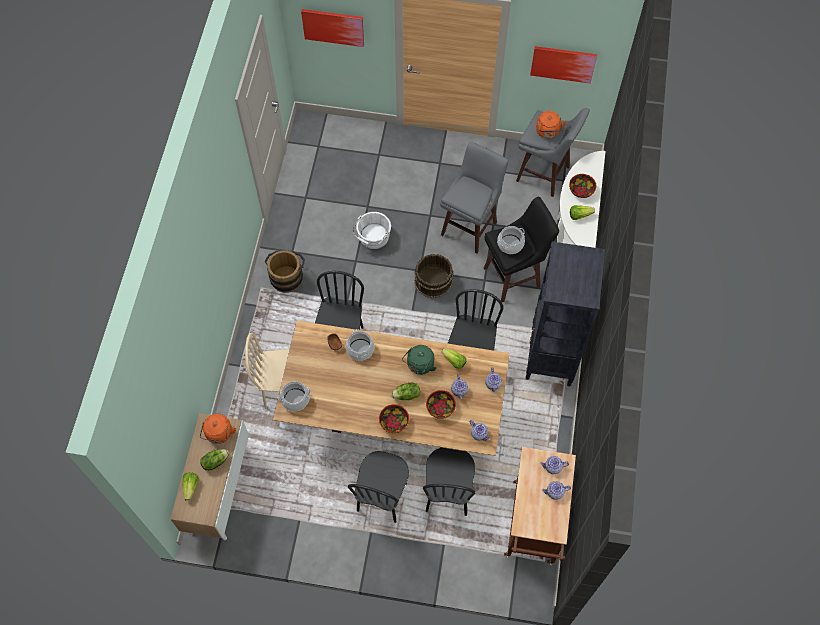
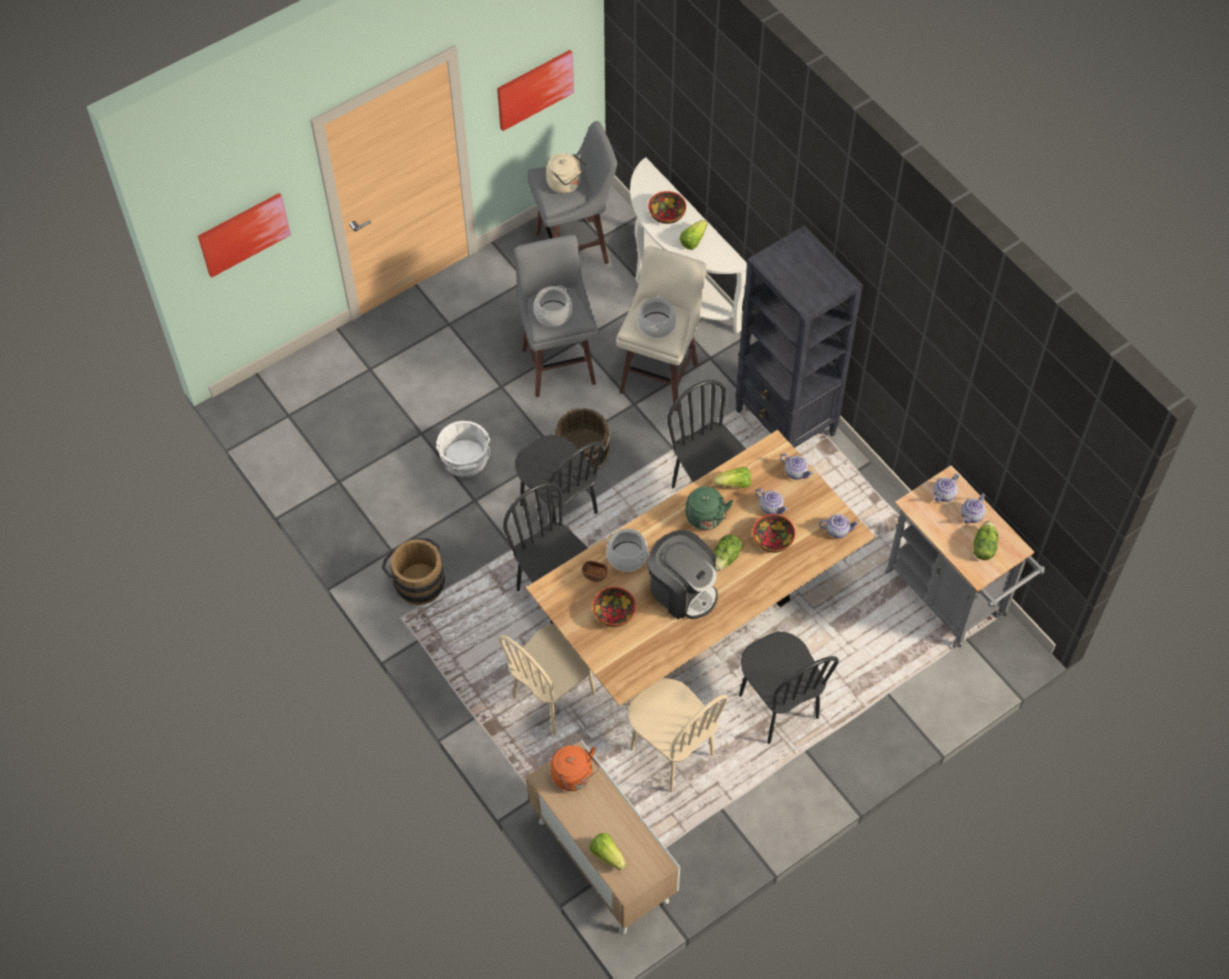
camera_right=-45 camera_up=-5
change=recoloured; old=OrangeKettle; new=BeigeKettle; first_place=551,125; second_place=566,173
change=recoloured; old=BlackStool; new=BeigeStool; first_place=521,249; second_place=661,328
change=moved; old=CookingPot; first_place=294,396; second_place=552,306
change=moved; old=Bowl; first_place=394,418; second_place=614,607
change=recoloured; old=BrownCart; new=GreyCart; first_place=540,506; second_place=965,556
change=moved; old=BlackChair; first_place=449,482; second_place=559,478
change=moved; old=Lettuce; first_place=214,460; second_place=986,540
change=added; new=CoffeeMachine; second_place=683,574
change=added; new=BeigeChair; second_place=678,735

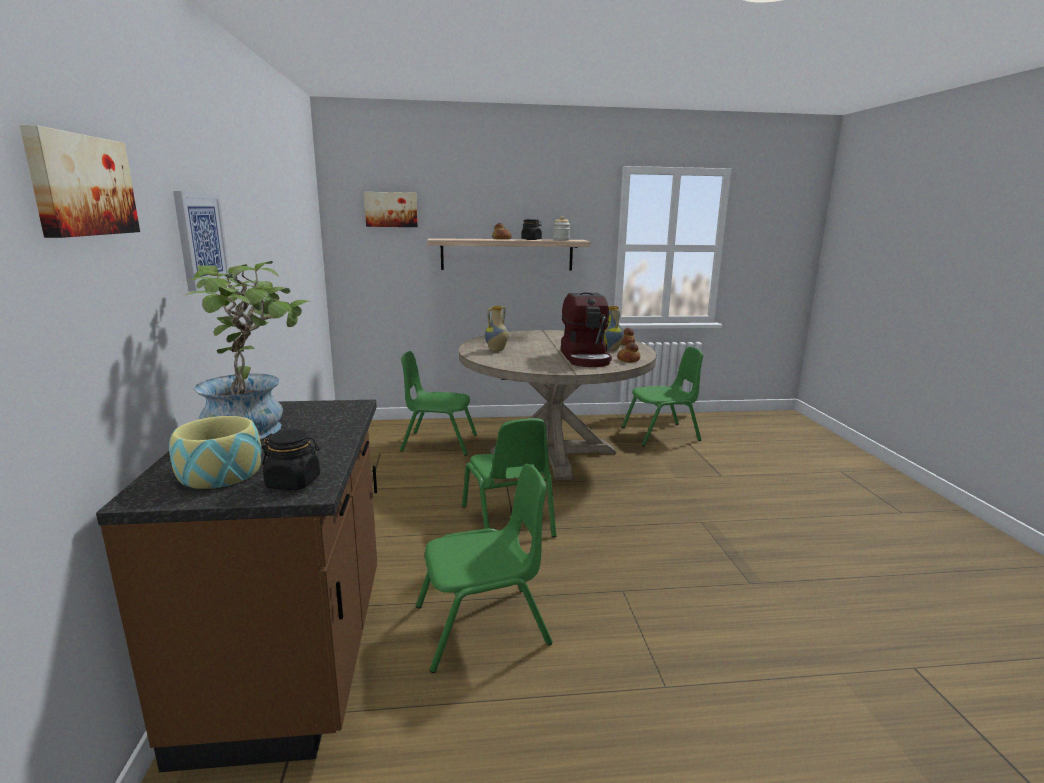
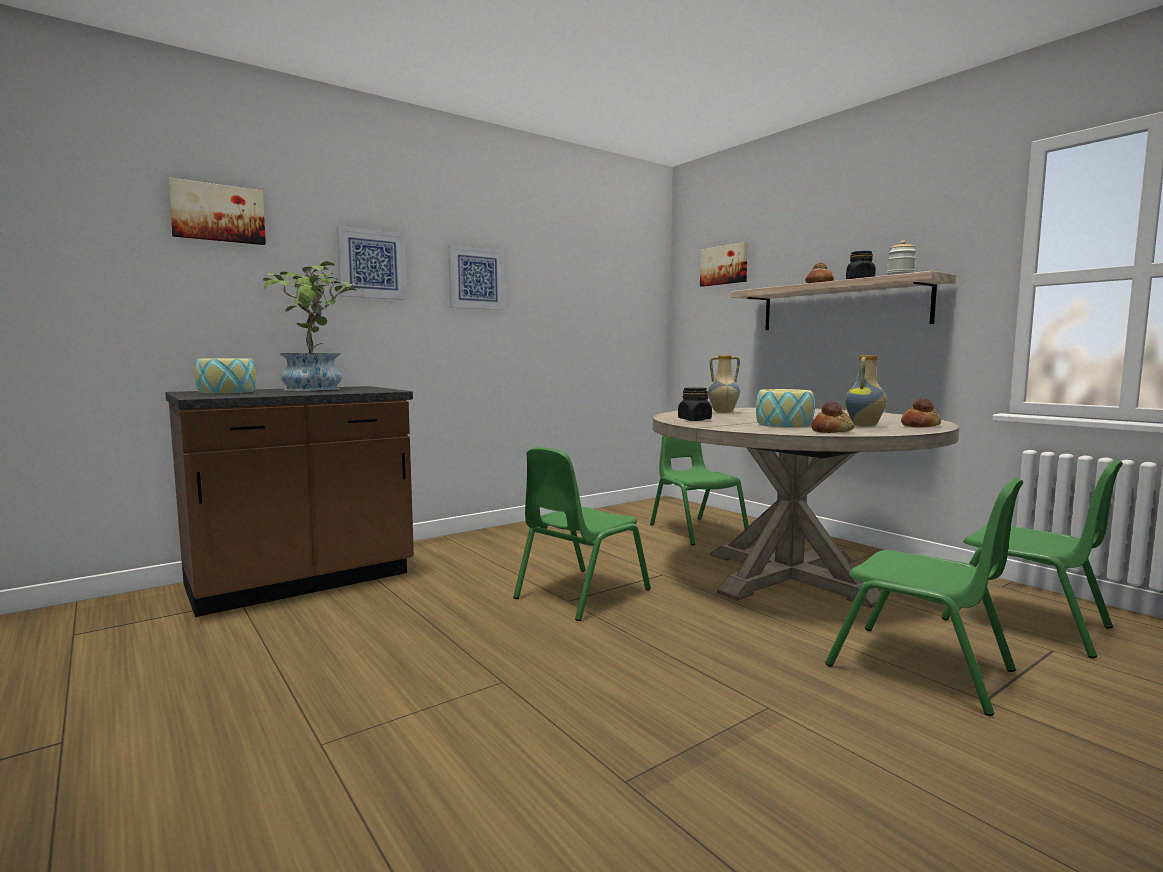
camera_right=60 camera_up=-10
change=replaced; old=CoffeeMachine; new=Bowl; first_place=586,329; second_place=785,408
change=moved; old=BlackJar; first_place=291,460; second_place=695,404
change=moved; old=GreenChair; first_place=484,568; second_place=924,596
change=added; new=Picture; second_place=476,277

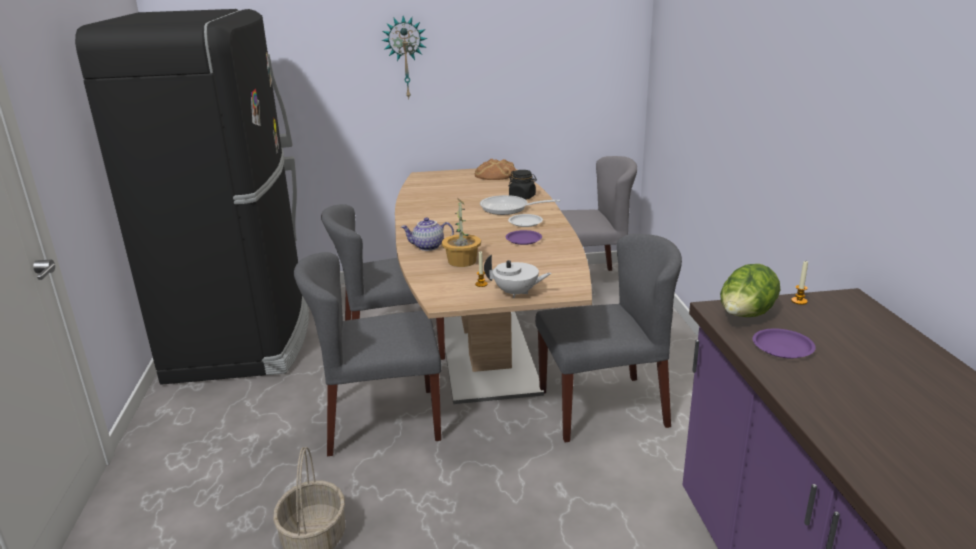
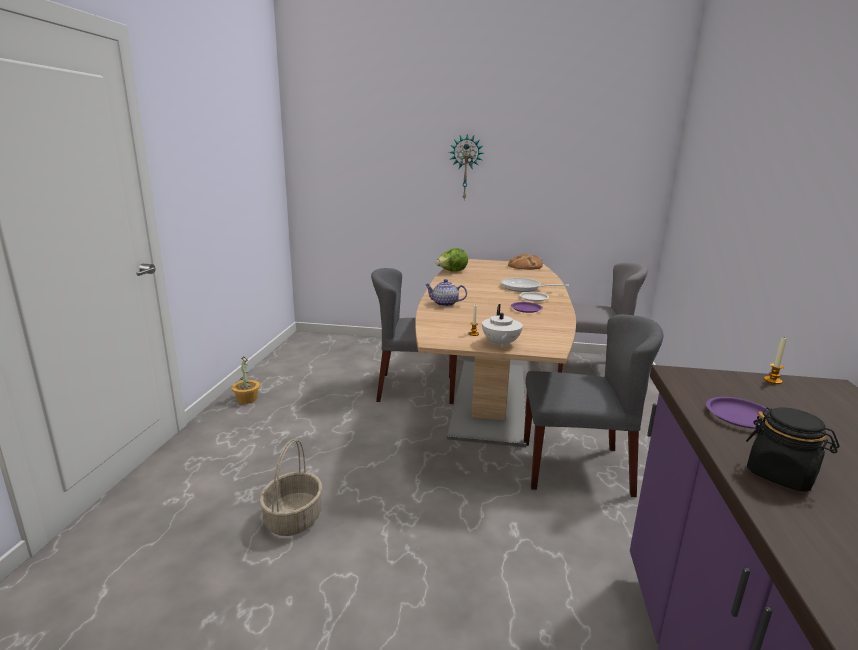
camera_right=15 camera_up=-5
change=removed; old=BlackFridge; first_place=192,197
change=moved; old=BlackJar; first_place=523,185; second_place=793,449
change=moved; old=PottedPlant; first_place=461,232; second_place=245,380
change=removed; old=GreyChair; first_place=368,354
change=turned; old=WhiteTeapot; first_place=518,276; second_place=502,326; degrees=60
change=moved; old=Lettuce; first_place=750,290; second_place=452,260

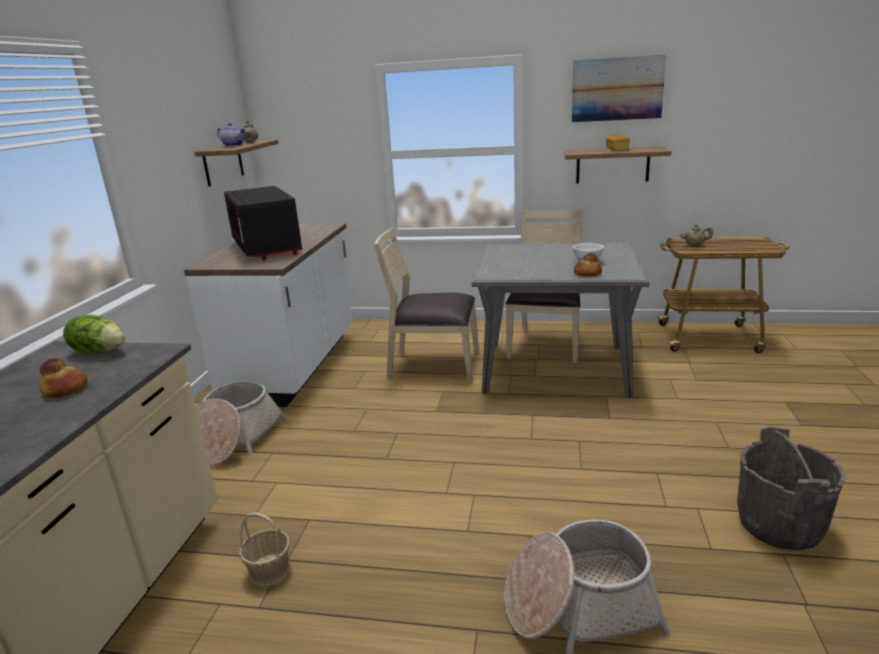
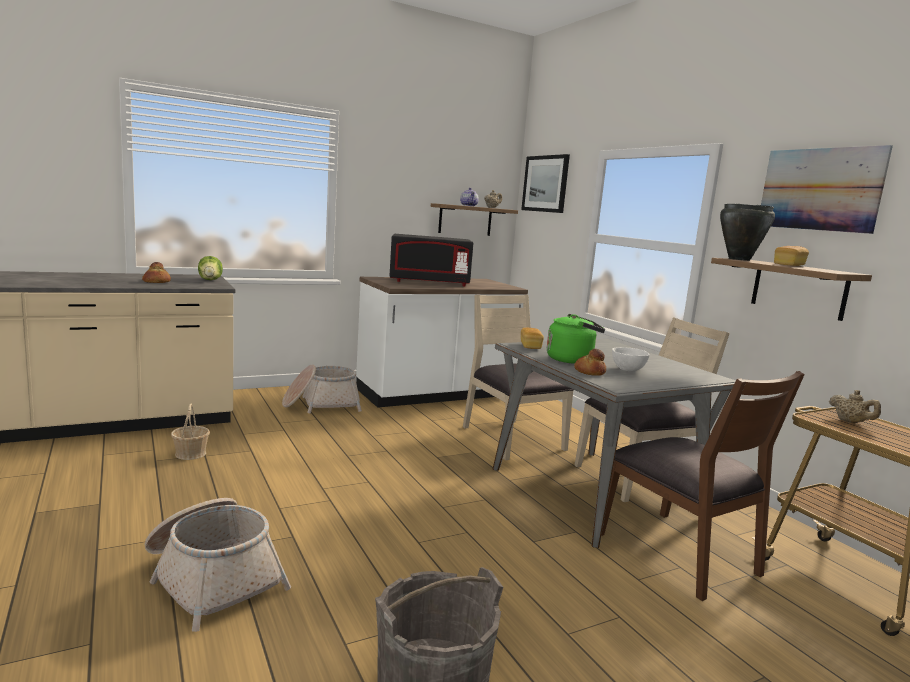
camera_right=50 camera_up=-10
change=turned; old=BlackMicrowave; first_place=263,223; second_place=431,260; degrees=-120
change=added; new=Picture; second_place=545,183
change=added; new=BlackCookingPot; second_place=747,232
change=added; new=GreenKettle; second_place=576,339
change=added; new=Bread; second_place=532,338
change=added; new=BrownChair; second_place=703,486

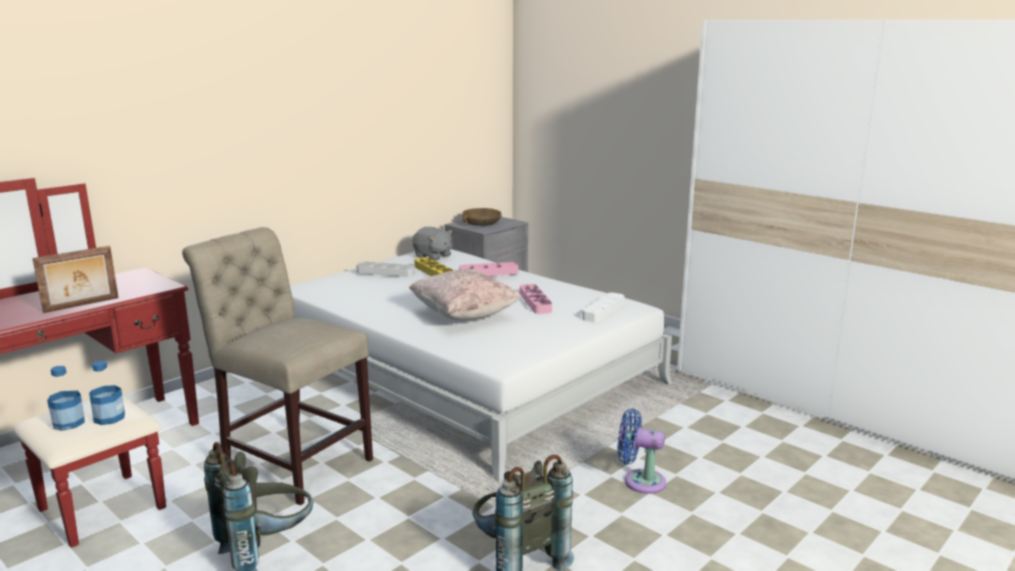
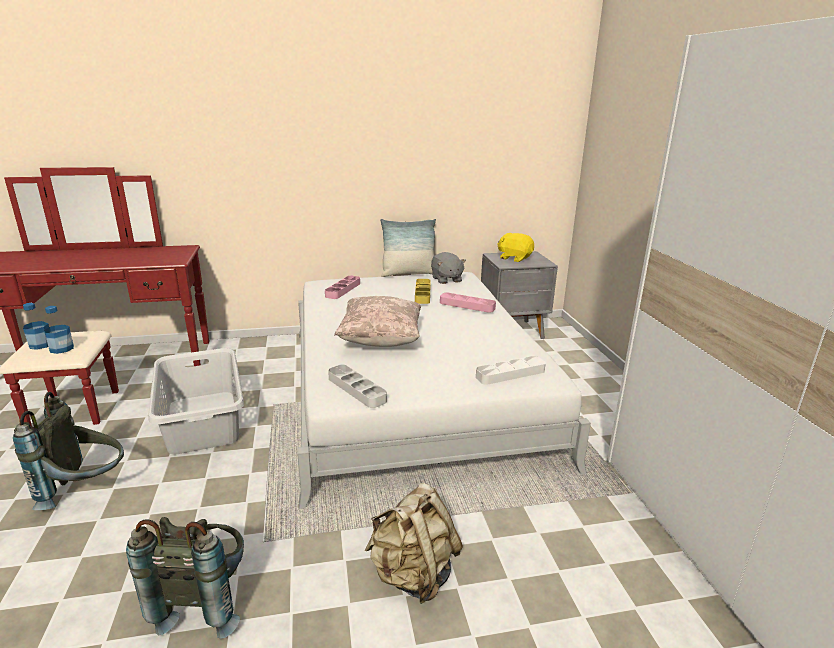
camera_right=35 camera_up=5
change=replaced; old=BrownBowl; new=YellowPlushToy; first_place=482,217; second_place=515,247
change=replaced; old=BeigeChair; new=GreyLaundryBasket; first_place=277,366; second_place=196,401
change=removed; old=PictureFrame; first_place=75,279
change=moved; old=GreyTray; first_place=385,269; second_place=357,386
change=moved; old=PinkTray; first_place=536,299; second_place=342,287
change=replaced; old=BlueFan; new=BeigeBackpack; first_place=641,451; second_place=414,543
change=added; new=Pillow; second_place=408,248

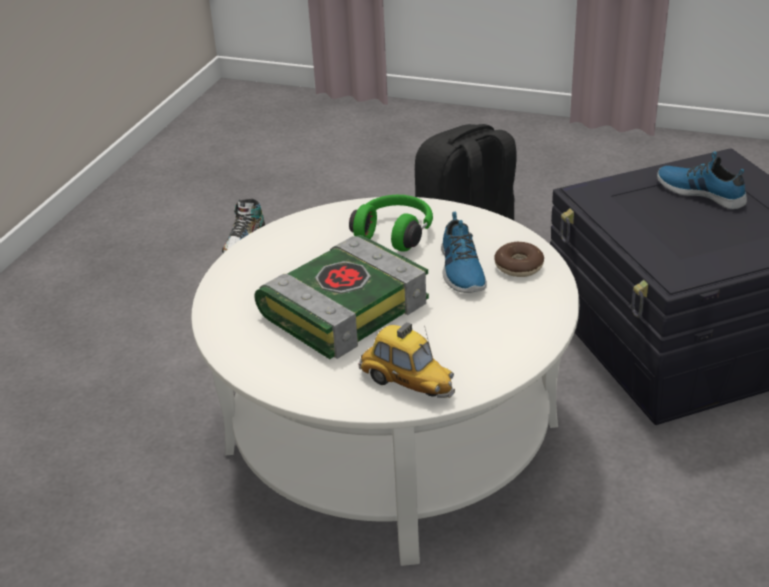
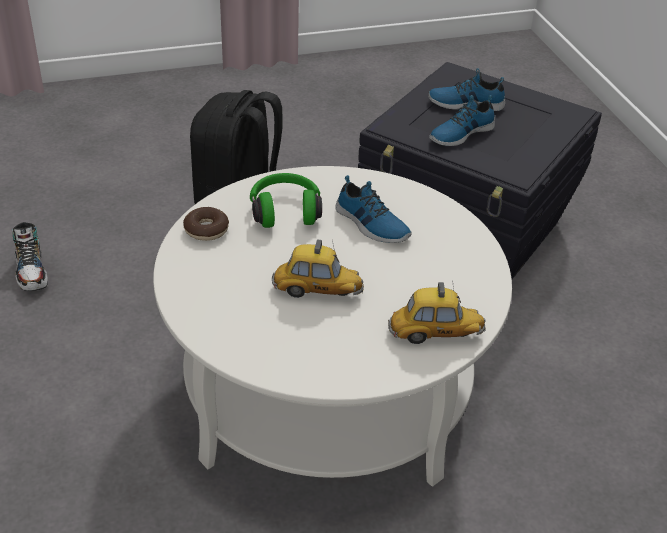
camera_right=-40 camera_up=5
change=replaced; old=Book; new=ToyCar; first_place=342,297; second_place=318,268
change=moved; old=Donut; first_place=519,259; second_place=206,224
change=added; new=Shoe; second_place=462,120

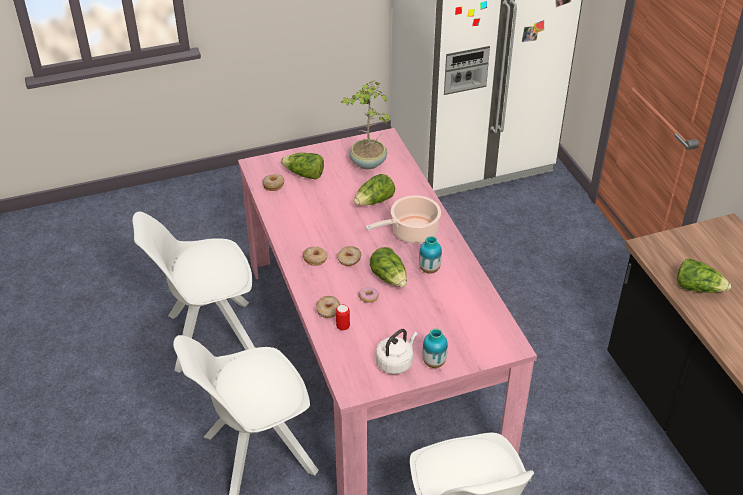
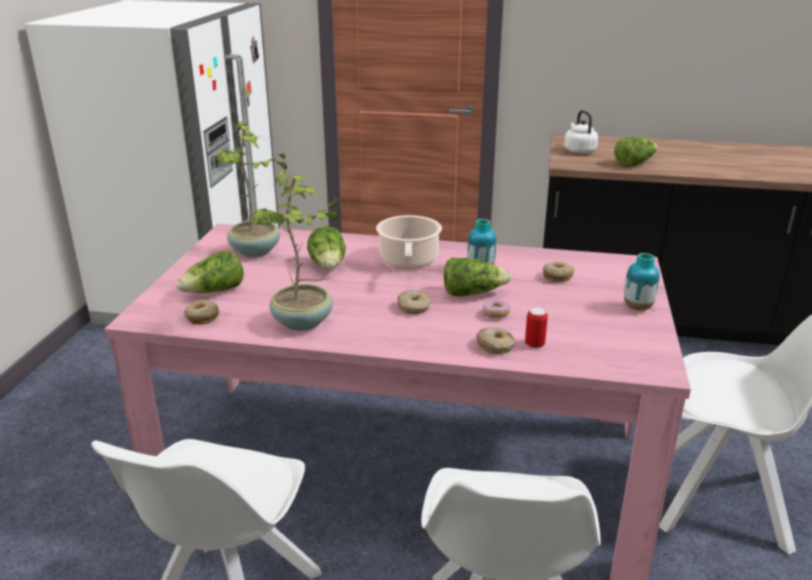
camera_right=-60 camera_up=-15
change=moved; old=Donut; first_place=315,256; second_place=559,272
change=moved; old=WhiteKettle; first_place=397,351; second_place=581,132
change=added; new=PottedPlant; second_place=298,251

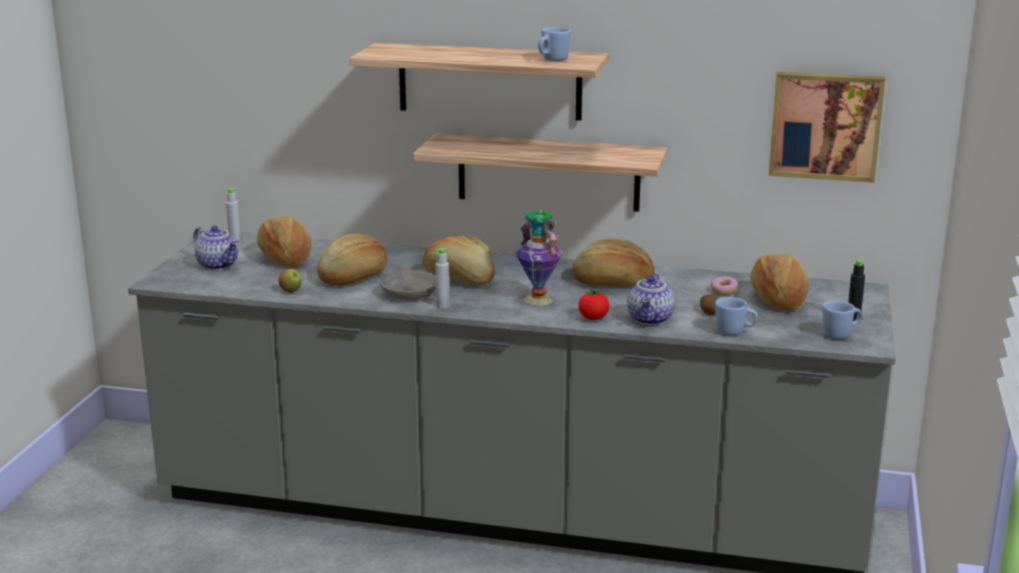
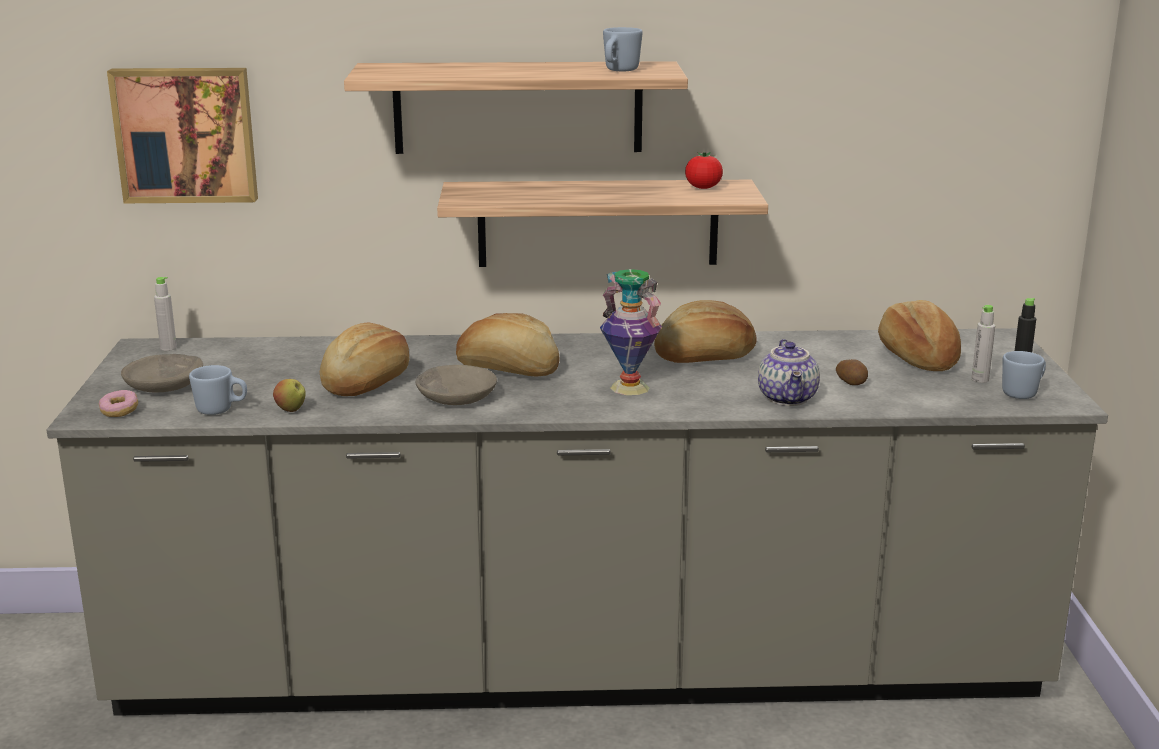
camera_right=-15 camera_up=0
change=moved; old=Picture; first_place=827,127; second_place=182,135
change=removed; old=Bread; first_place=284,241
change=replaced; old=Teapot; new=GreyBowl; first_place=216,248; second_place=162,373
change=moved; old=GreyBottle; first_place=442,278; second_place=983,344
change=moved; old=Donut; first_place=724,285; second_place=118,403
change=moved; old=Tomato; first_place=594,304; second_place=704,170
change=moved; old=BlueMug; first_place=736,316; second_place=218,390

